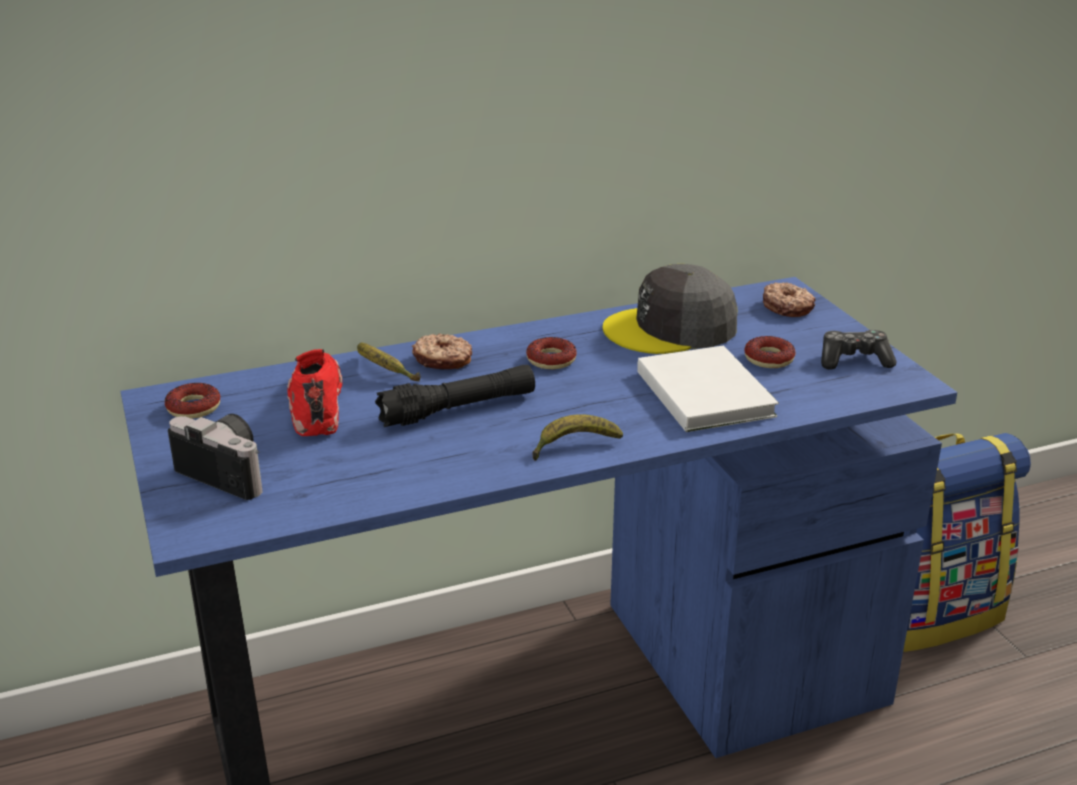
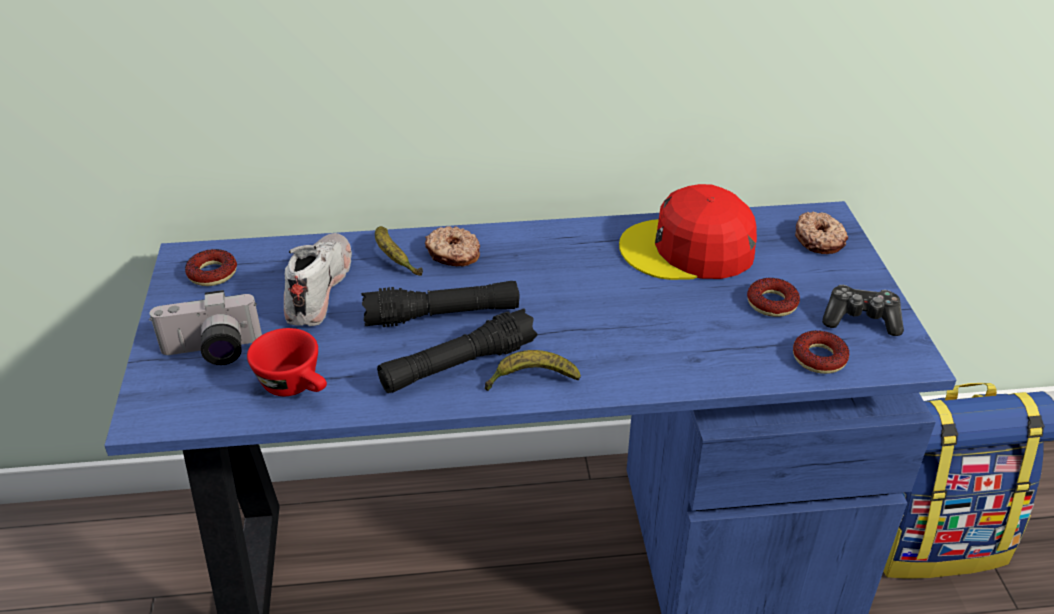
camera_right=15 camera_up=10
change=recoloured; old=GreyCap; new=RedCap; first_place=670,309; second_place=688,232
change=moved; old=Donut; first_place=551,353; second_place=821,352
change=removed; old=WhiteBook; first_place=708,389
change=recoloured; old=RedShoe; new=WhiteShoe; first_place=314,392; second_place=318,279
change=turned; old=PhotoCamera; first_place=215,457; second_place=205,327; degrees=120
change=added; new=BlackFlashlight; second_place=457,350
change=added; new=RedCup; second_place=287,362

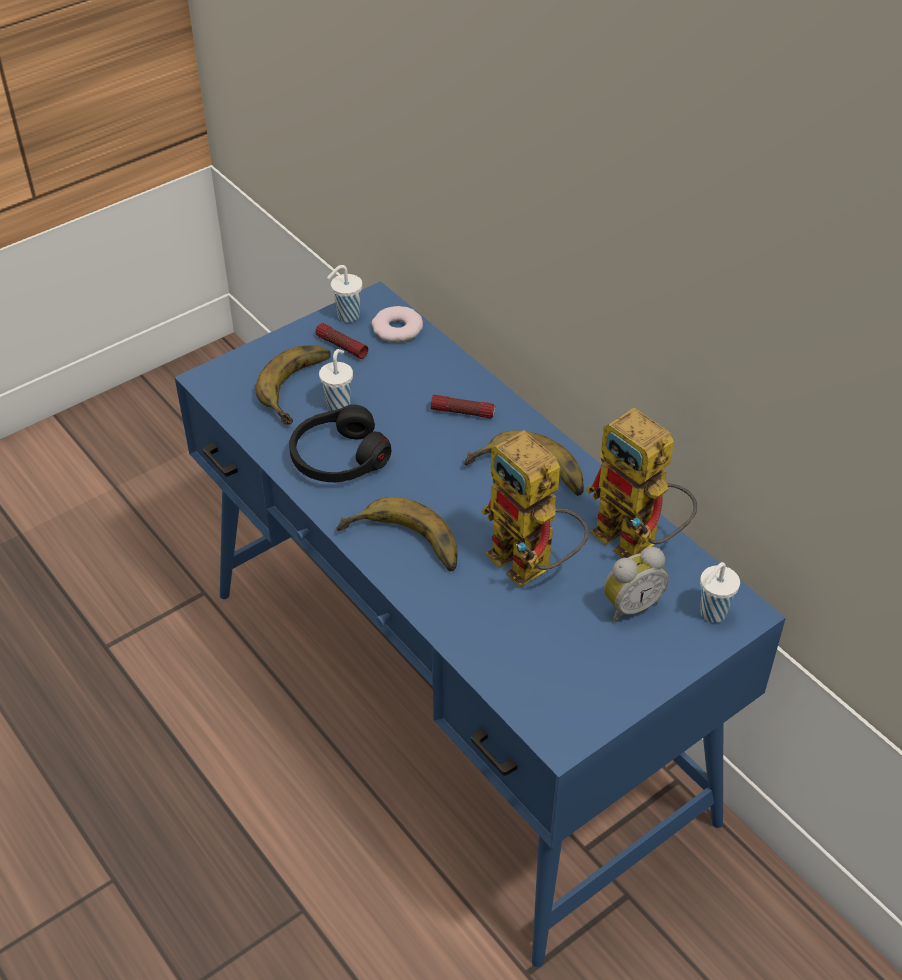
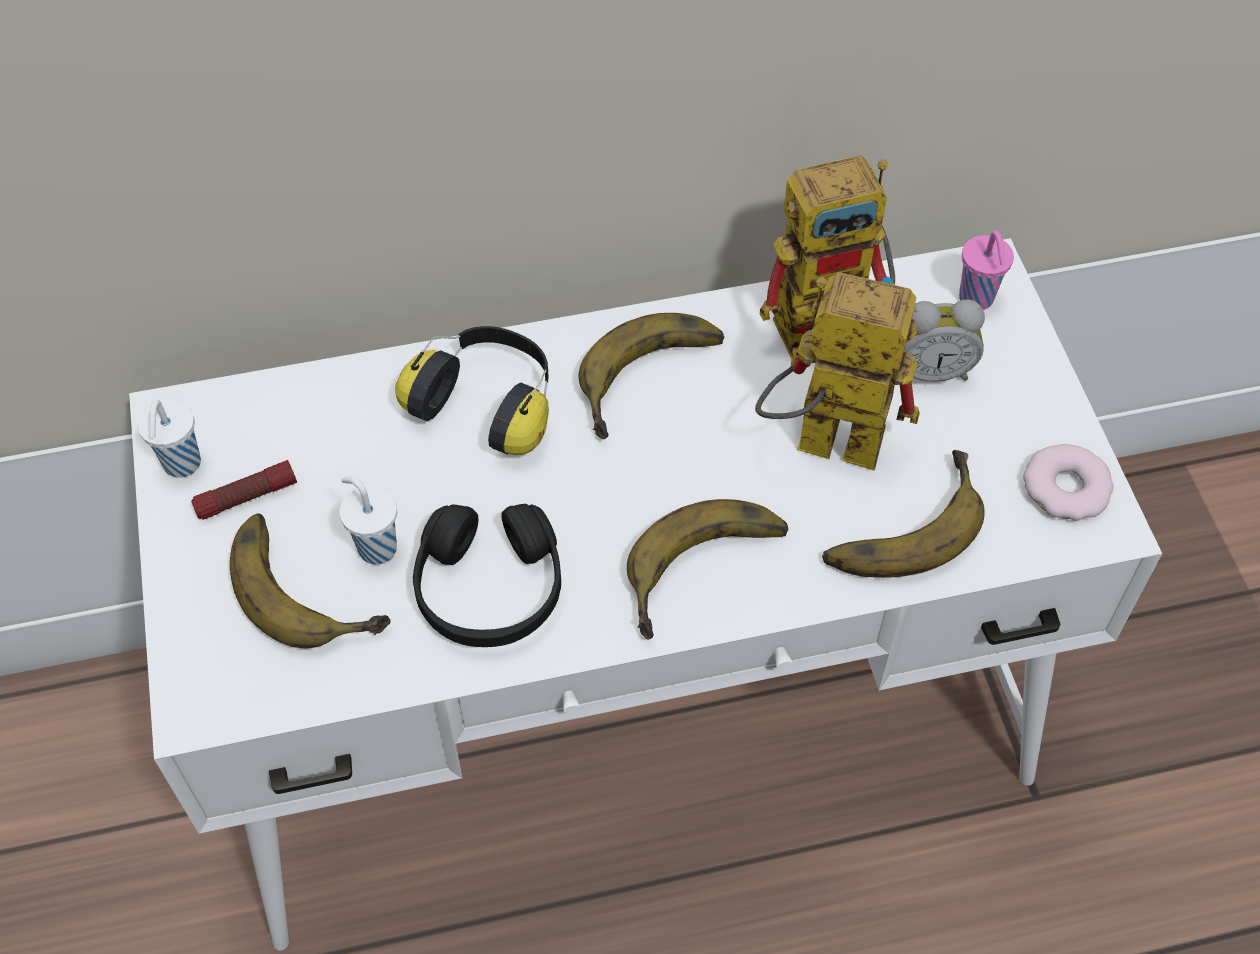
camera_right=-65 camera_up=10
change=recoloured; old=BlueDesk; new=WhiteDesk; first_place=480,624; second_place=645,594
change=moved; old=Donut; first_place=397,324; second_place=1068,482
change=replaced; old=Flashlight; new=Headphones; first_place=463,407; second_place=472,390
change=turned; old=ToyRobot; first_place=535,508; second_place=837,371; degrees=-150
change=turned; old=AlarmClock; first_place=636,584; second_place=944,340; degrees=90
change=recoloured; old=WhiteCup; new=PinkCup; first_place=720,592; second_place=986,270
change=added; new=Banana; second_place=903,514

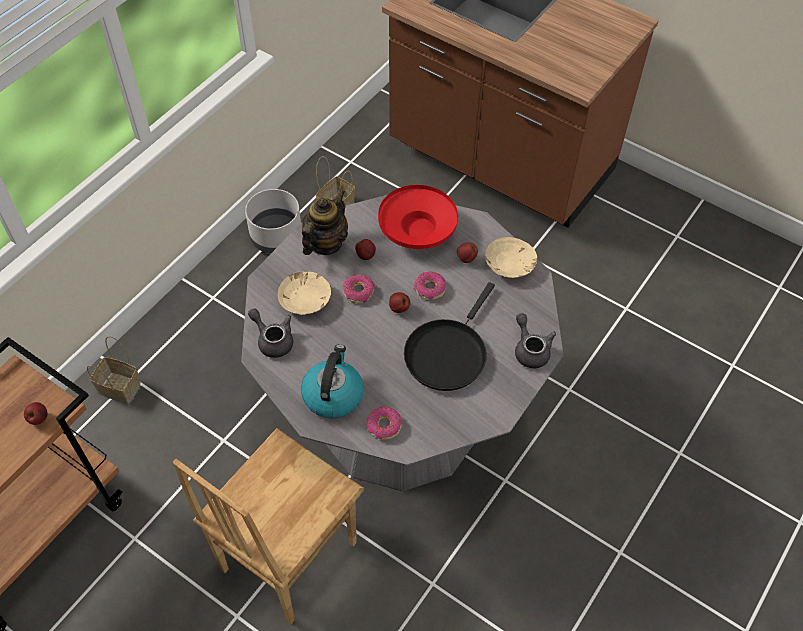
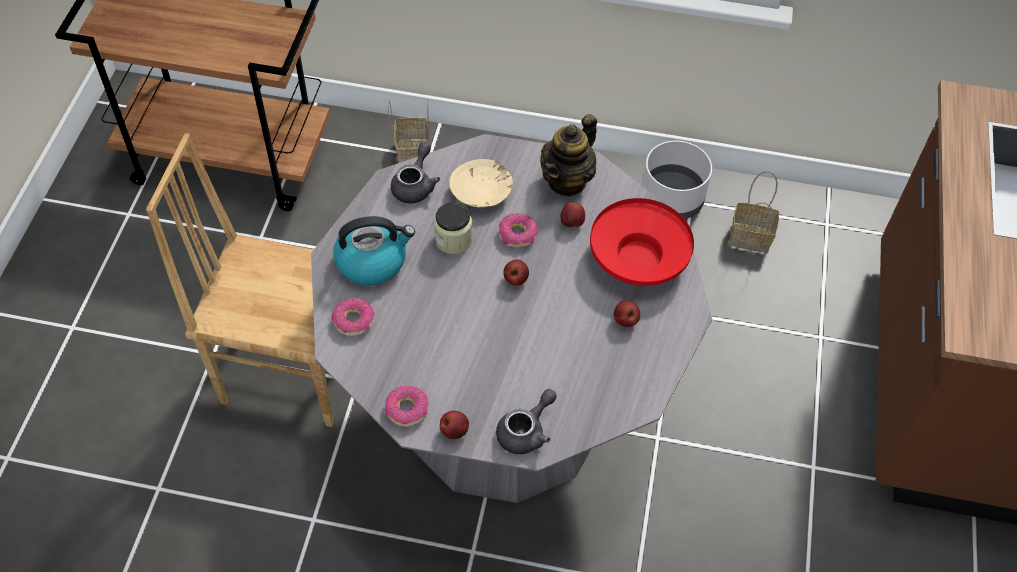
camera_right=65 camera_up=0
change=turned; old=Teapot; first_place=325,222; second_place=568,155; degrees=120
change=removed; old=BeigeBowl; first_place=511,257
change=moved; old=Donut; first_place=430,285; second_place=407,406
change=removed; old=BlackFryingPan; first_place=449,336
change=moved; old=Apple; first_place=35,413; second_place=454,425
change=added; new=Jar; second_place=453,228

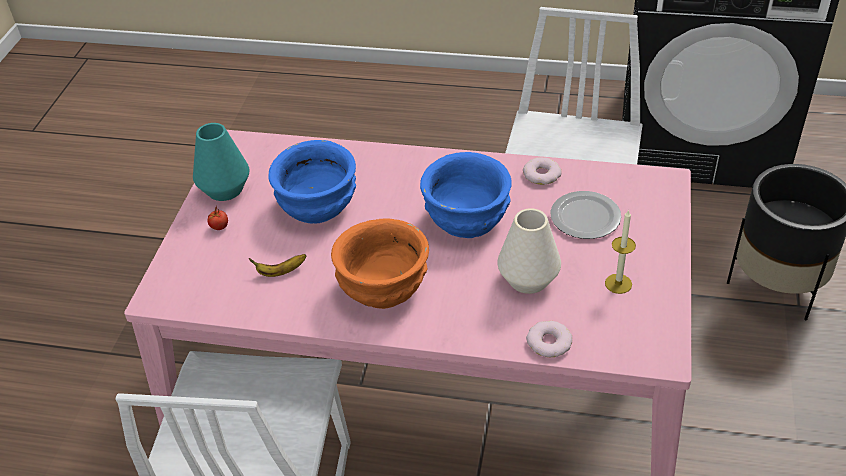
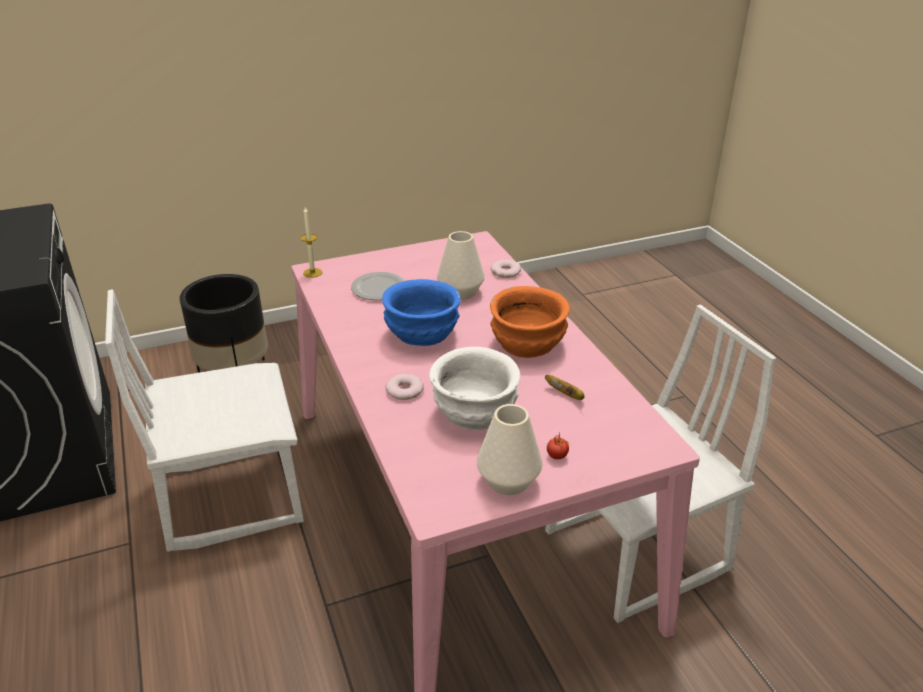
camera_right=-125 camera_up=-10
change=recoloured; old=TurquoiseVase; new=WhiteVase; first_place=221,162; second_place=509,449
change=recoloured; old=BlueBowl; new=WhiteBowl; first_place=312,181; second_place=474,388
change=moved; old=Donut; first_place=542,171; second_place=404,387
change=moved; old=Candle; first_place=620,251; second_place=311,242

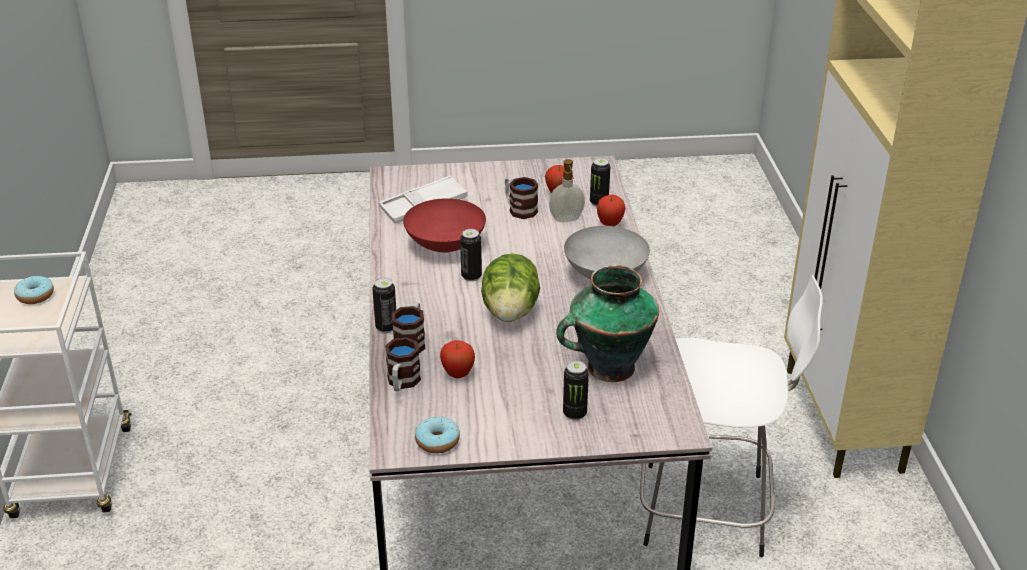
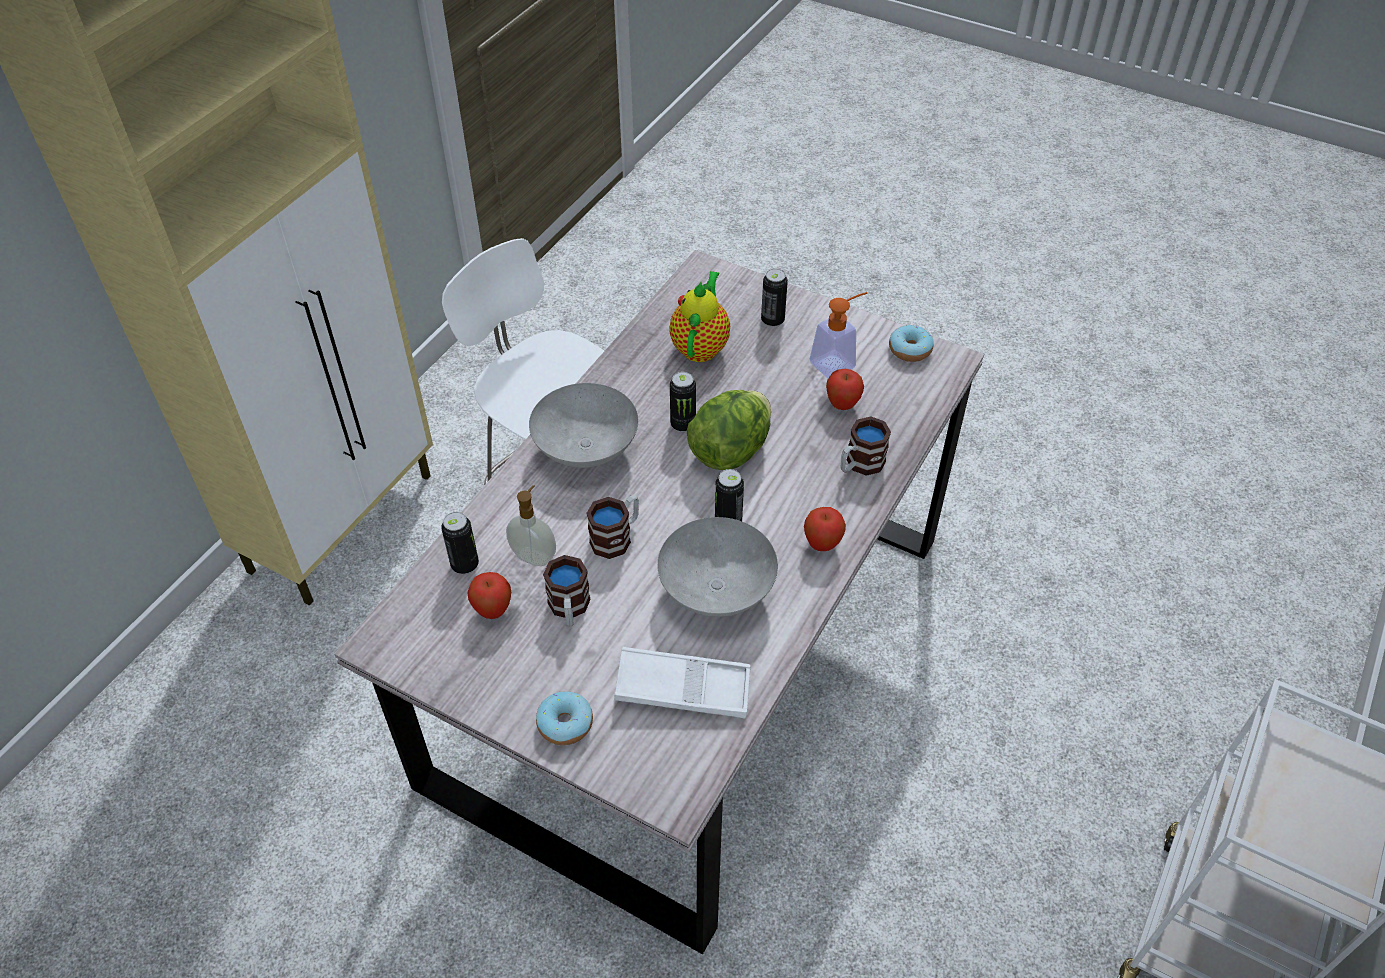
camera_right=-145 camera_up=15
change=moved; old=Apple; first_place=611,210; second_place=825,529
change=recoloured; old=RedBowl; new=GreyBowl; first_place=444,225; second_place=717,567
change=replaced; old=Vase; new=Teapot; first_place=607,323; second_place=699,316
change=moved; old=Donut; first_place=34,290; second_place=564,718
change=moved; old=Can; first_place=384,305; second_place=683,402
change=moved; old=Mug; first_place=403,364; second_place=612,527
change=added; new=SoapDispenser; second_place=838,335

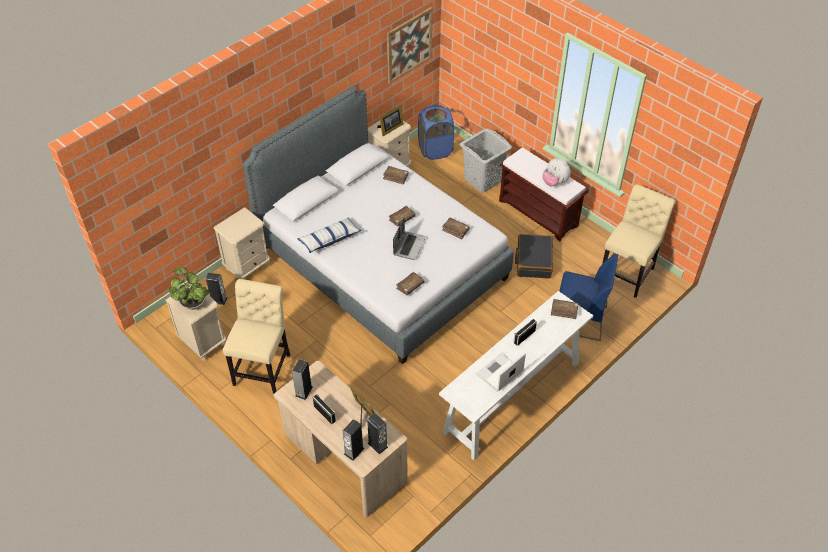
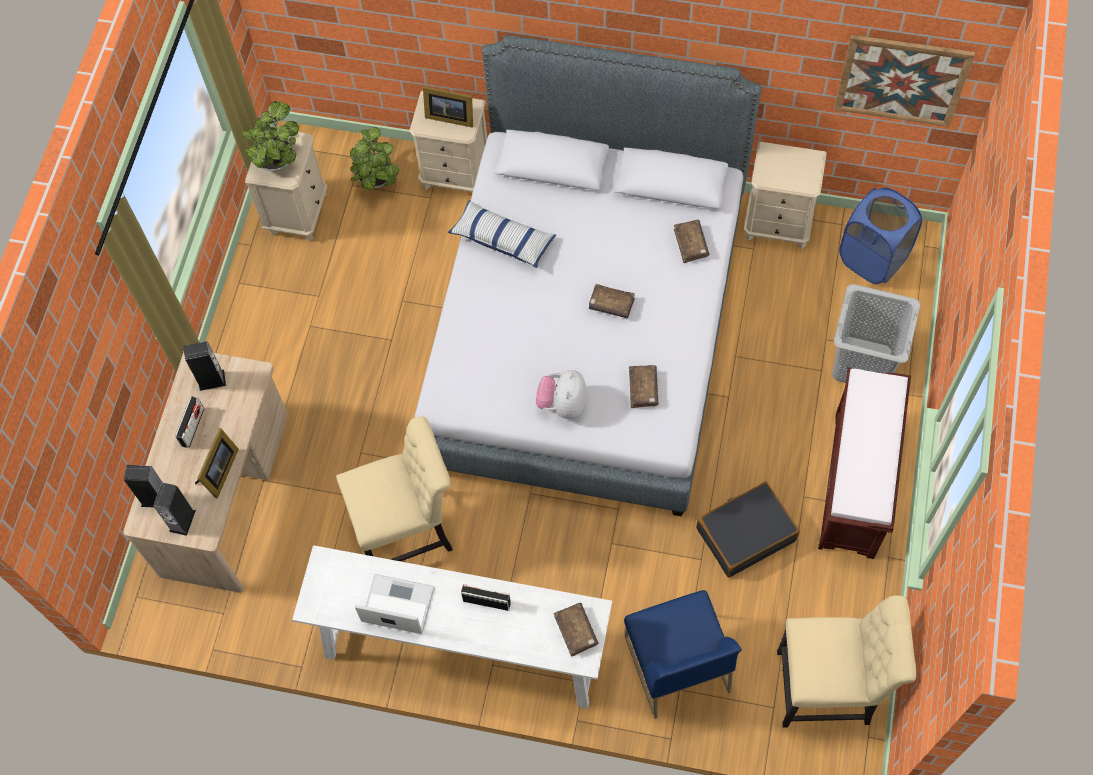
camera_right=60 camera_up=15
change=moved; old=PictureFrame; first_place=390,120; second_place=448,107
change=moved; old=PlushToy; first_place=556,172; second_place=561,394
change=removed; old=Laptop; first_place=409,238
change=removed; old=BrownBook; first_place=410,283
change=replaced; old=Speaker; new=PottedPlant; first_place=216,289; second_place=374,158
change=moved; old=BeigeChair; first_place=256,336; second_place=394,488

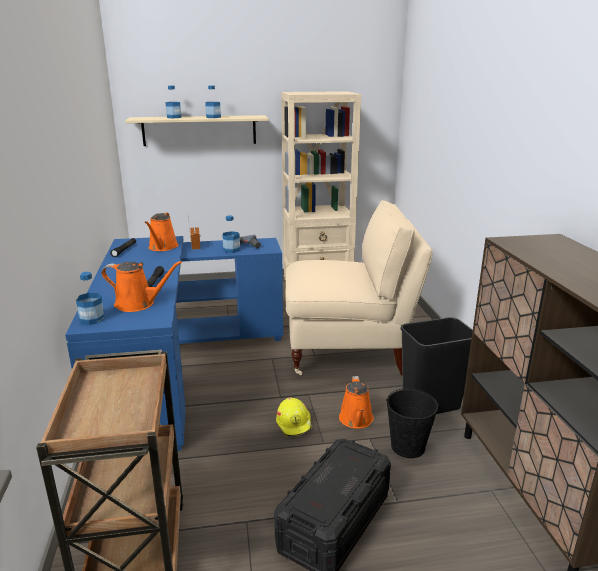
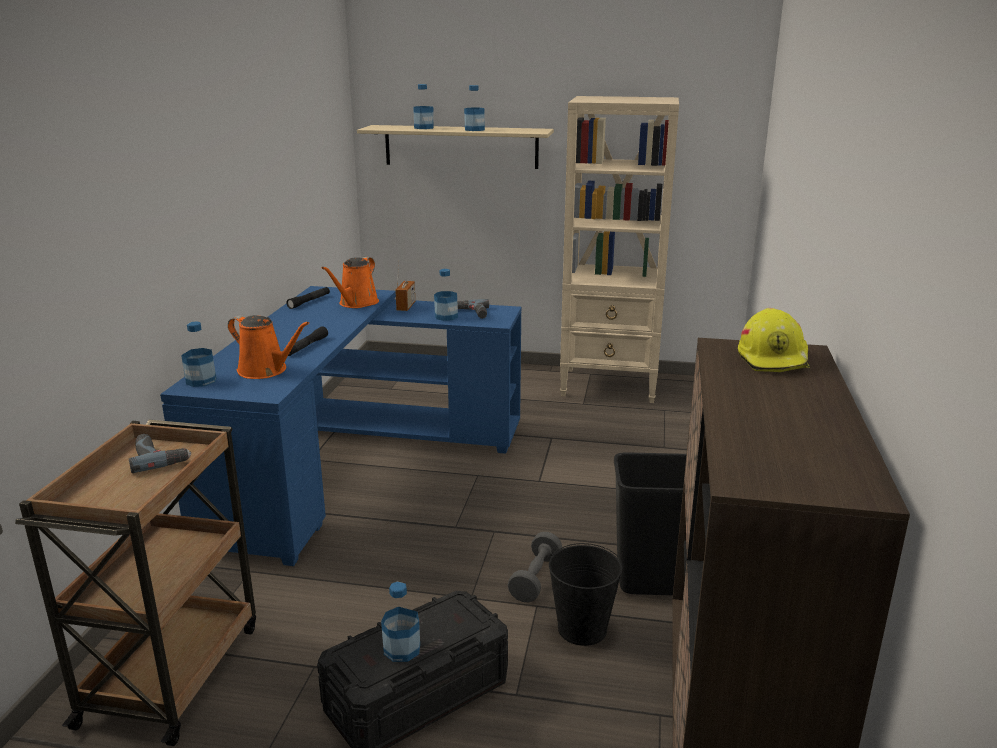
camera_right=20 camera_up=0
change=removed; old=BeigeChair; first_place=359,288
change=replaced; old=OrangeWateringCan; new=GreyDumbbell; first_place=356,402; second_place=535,567
change=moved; old=YellowHardHat; first_place=294,416; second_place=774,340
change=added; new=PowerDrill; second_place=160,453
change=added; new=Bottle; second_place=400,622

